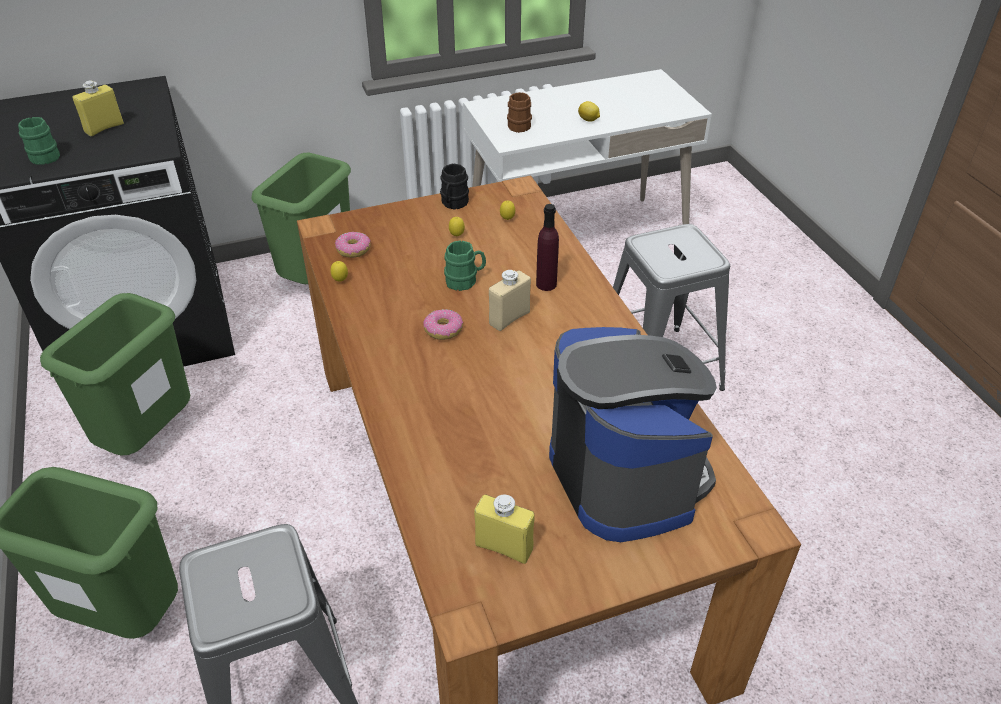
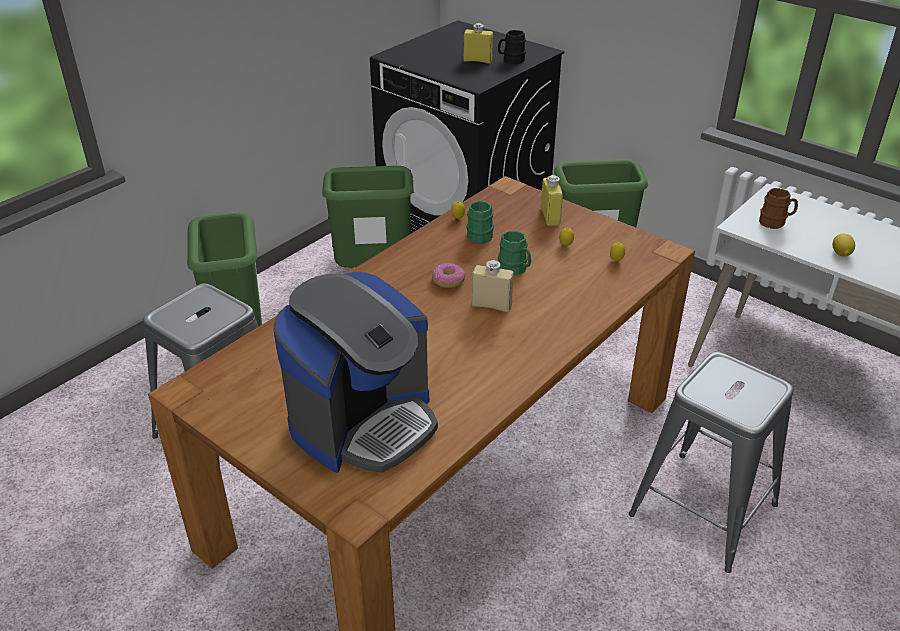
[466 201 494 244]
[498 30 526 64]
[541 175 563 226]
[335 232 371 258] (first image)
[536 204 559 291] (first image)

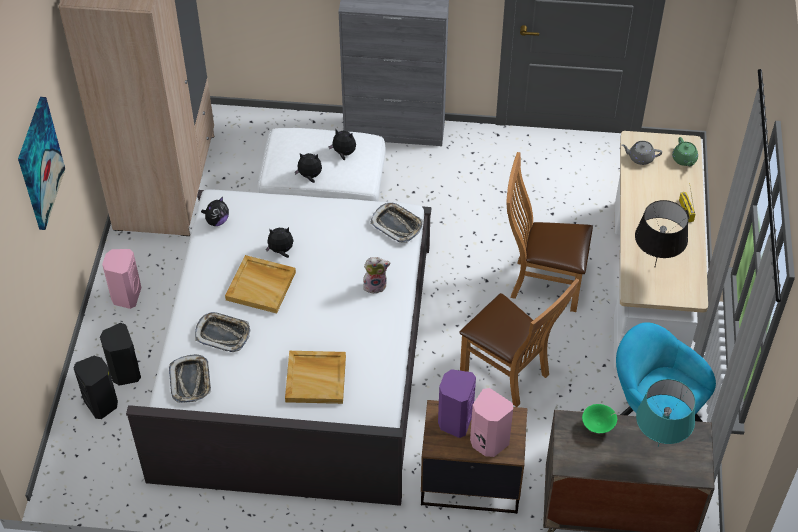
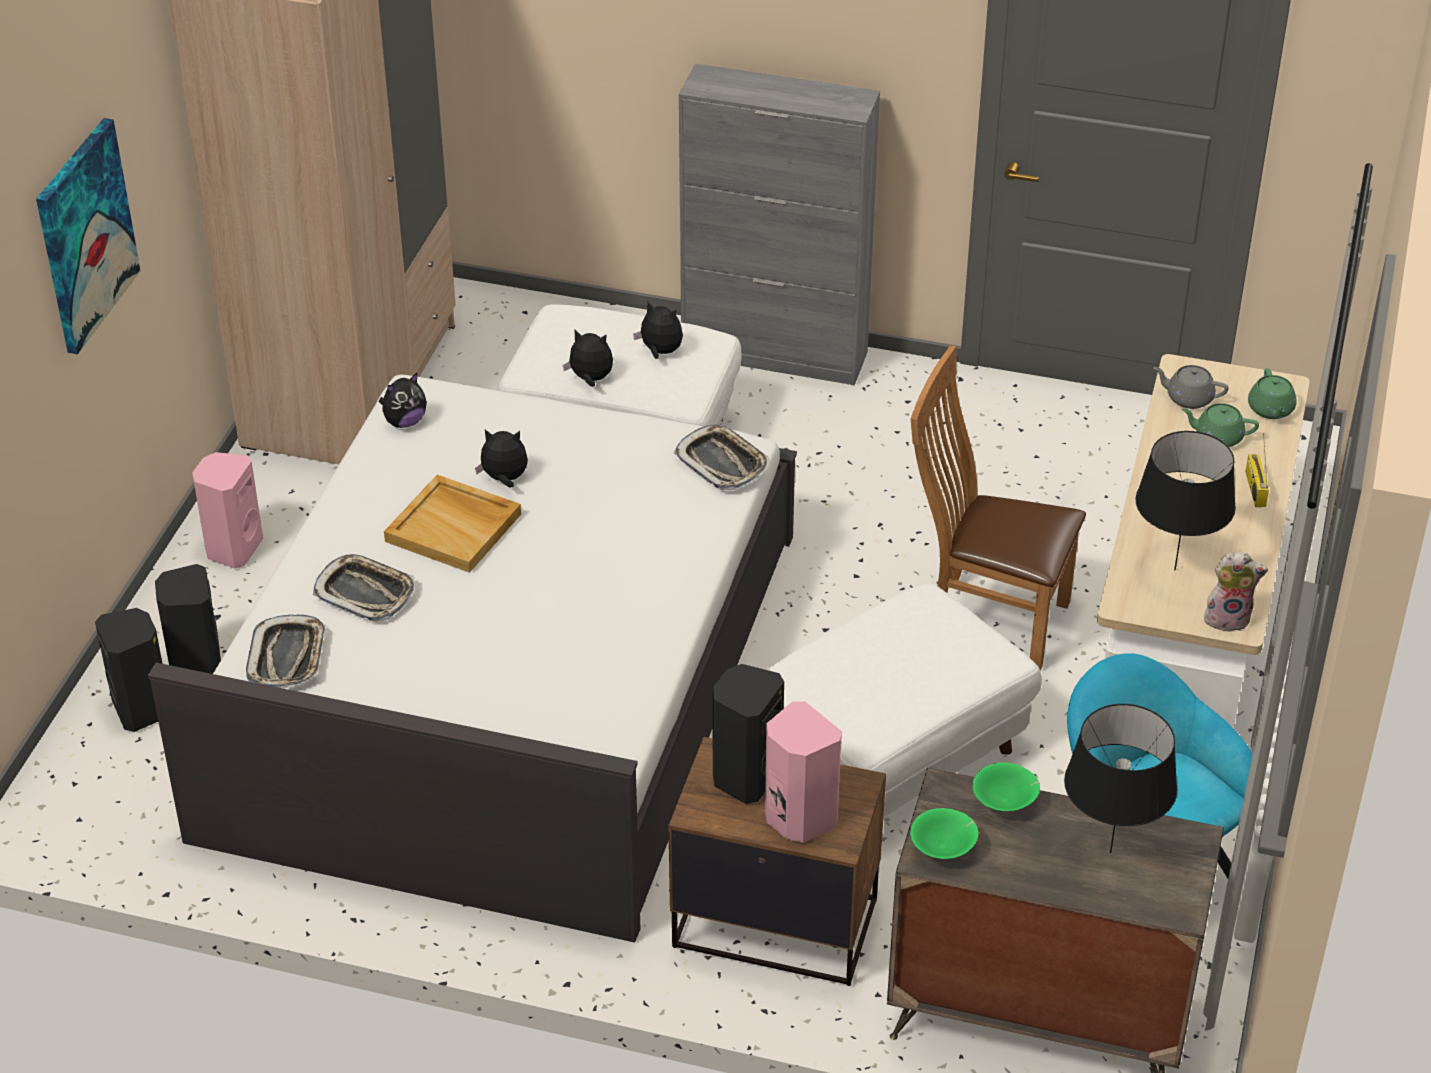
[713 664 784 804]
[767 583 1042 818]
[910 808 979 859]
[1064 704 1177 853]
[1181 403 1259 447]
[1203 552 1268 632]
[285 351 346 404] (first image)

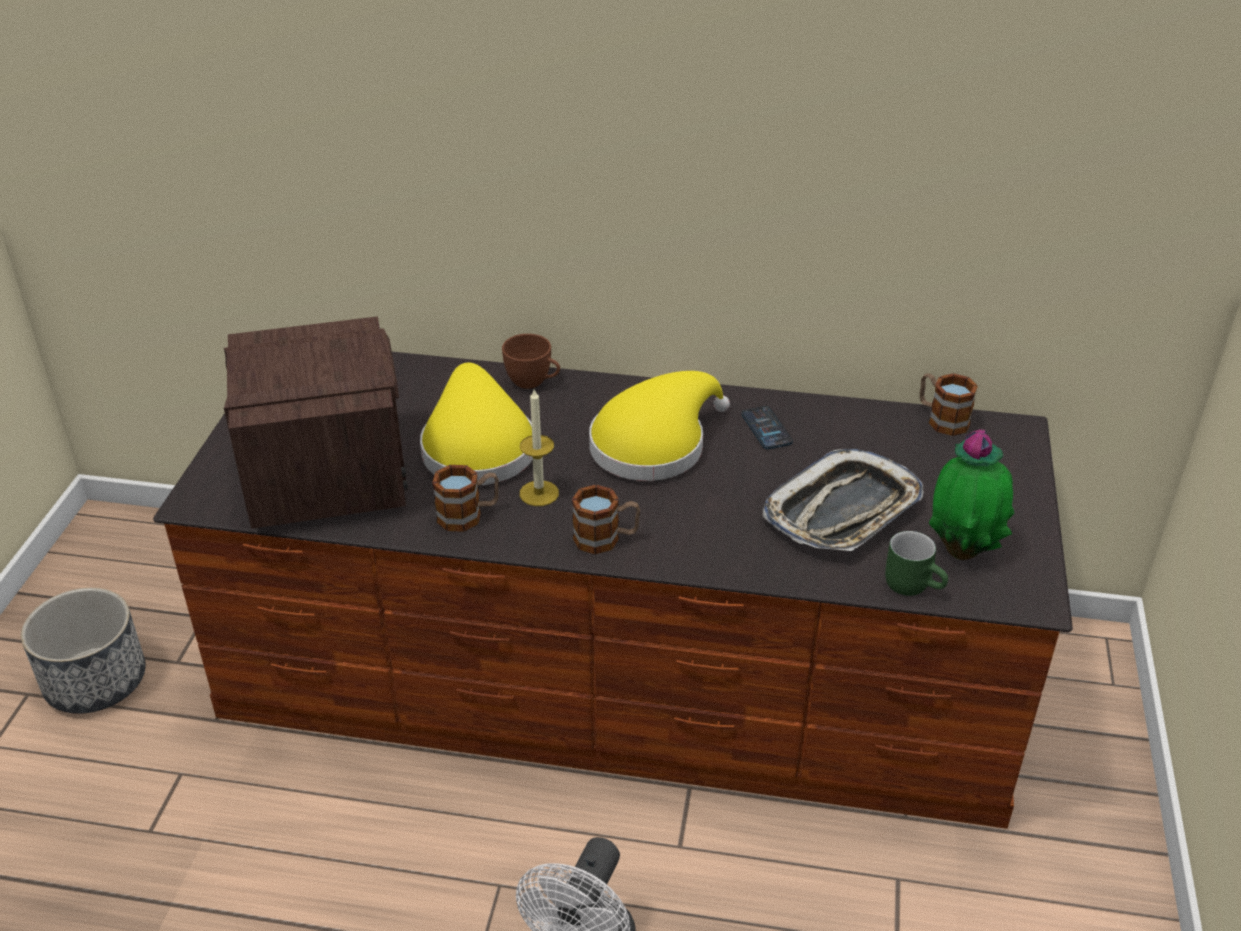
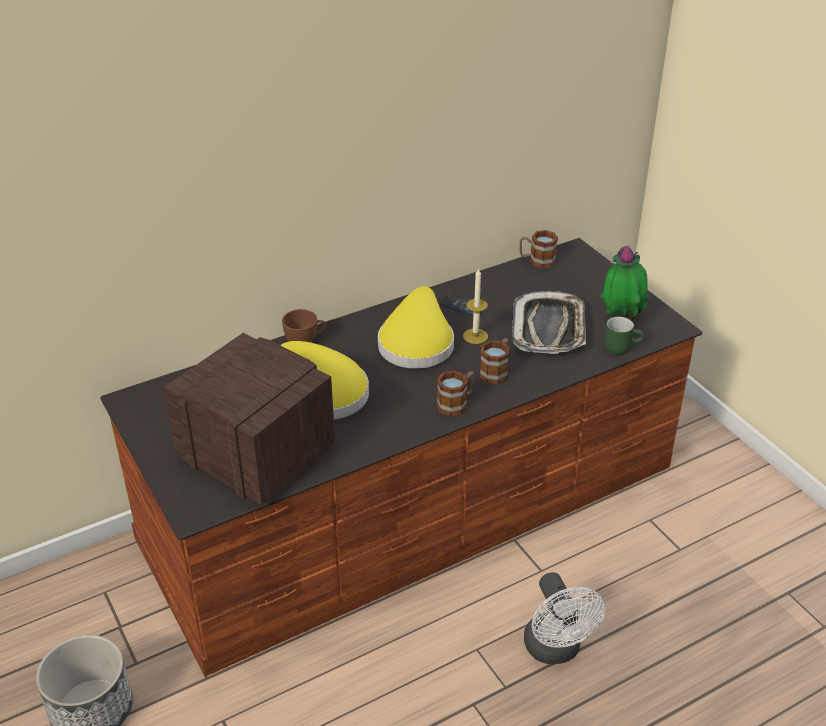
[463 268 488 344]
[479 338 509 384]

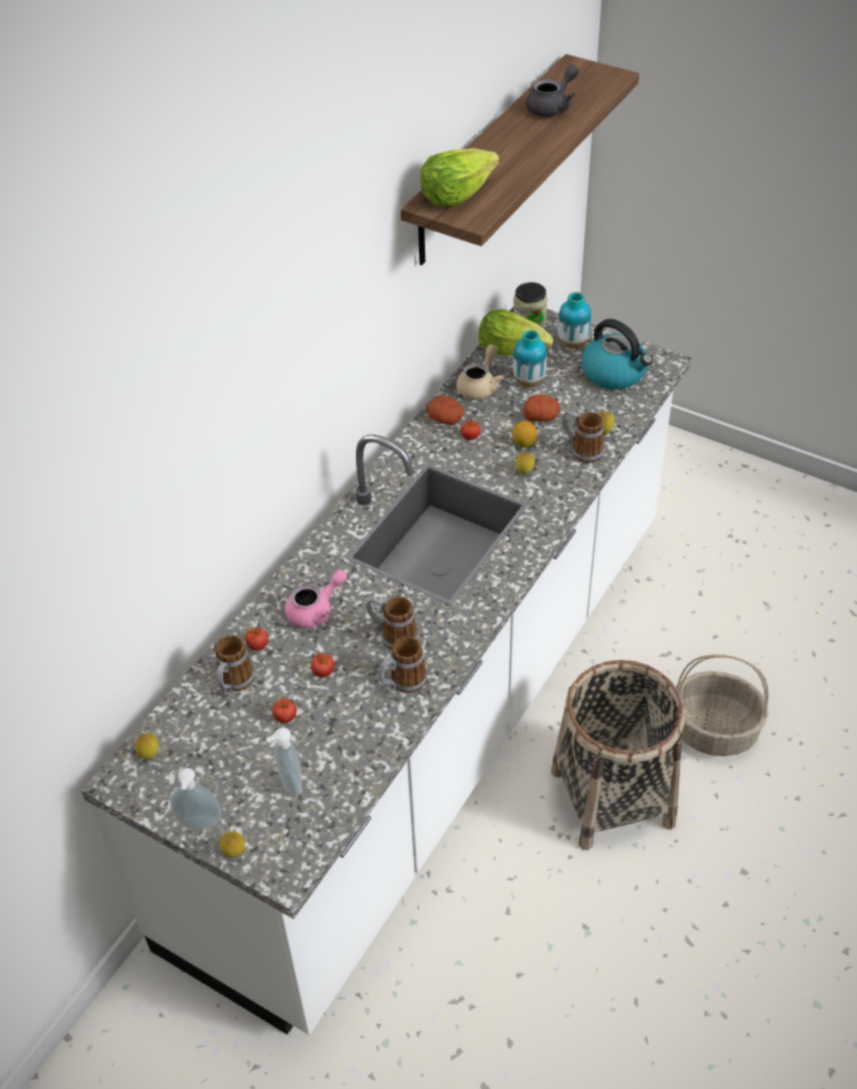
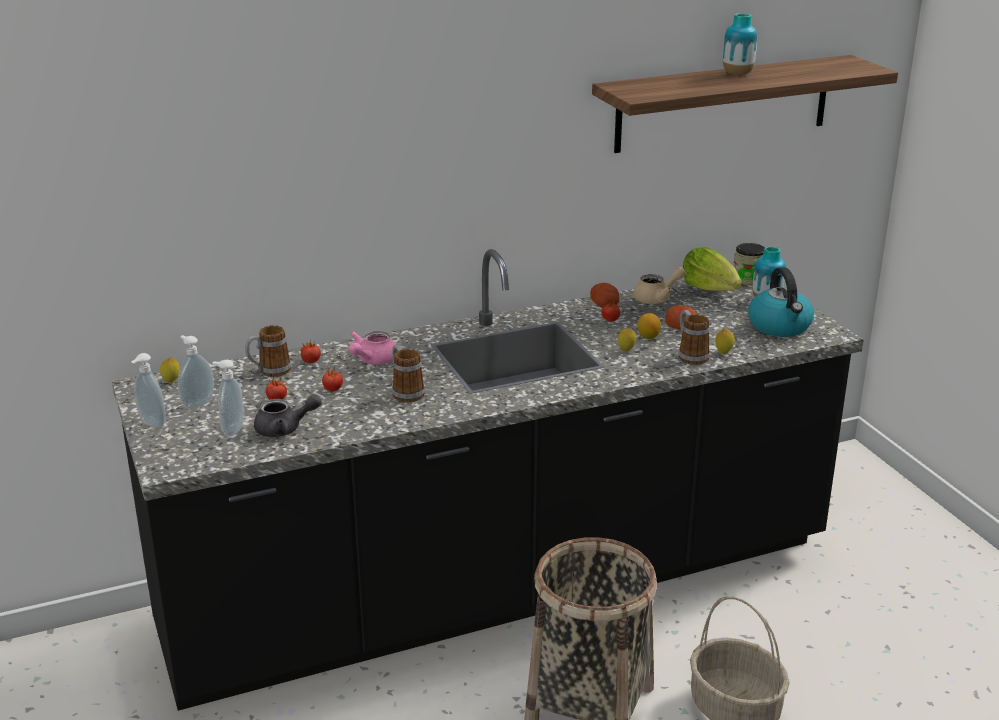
[112 249 864 711]
[178 335 214 410]
[254 395 322 437]
[349 331 396 365]
[723 13 757 75]
[219 831 245 857] (first image)
[379 637 427 693] (first image)
[420 148 499 207] (first image)

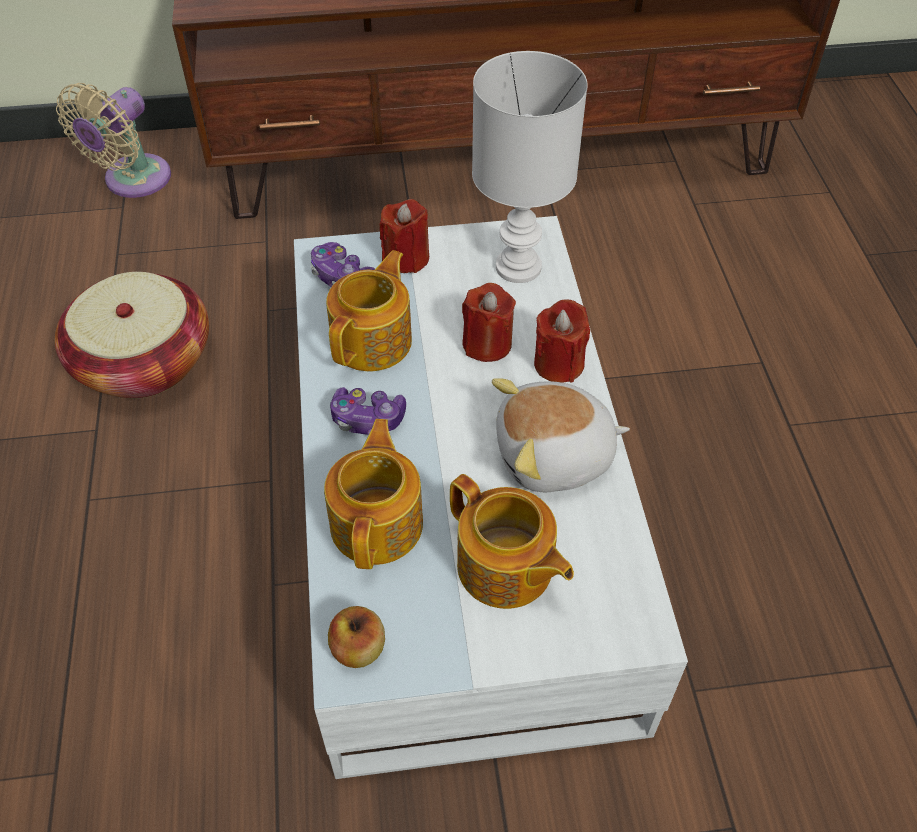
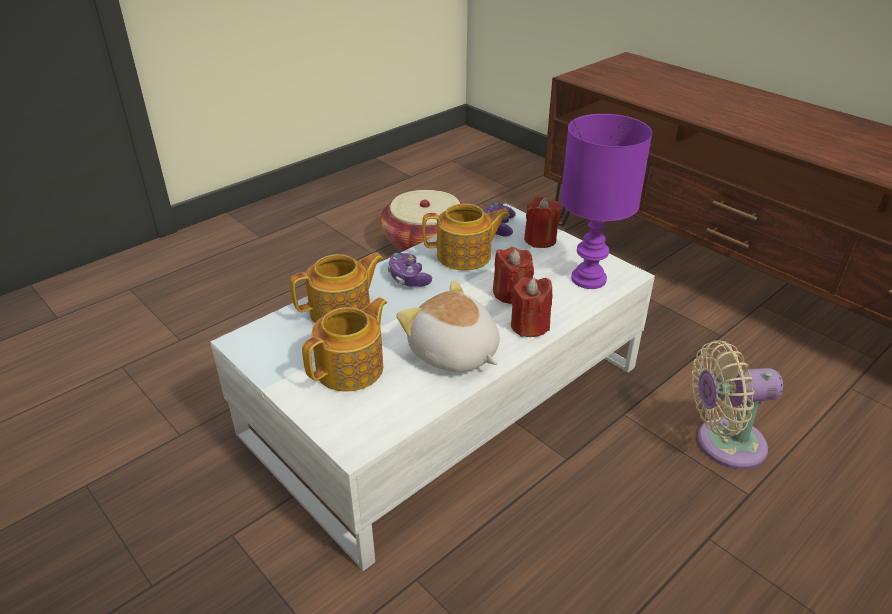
[302 297 387 392]
[561 114 652 289]
[692 340 783 469]
[328 606 385 668] (first image)

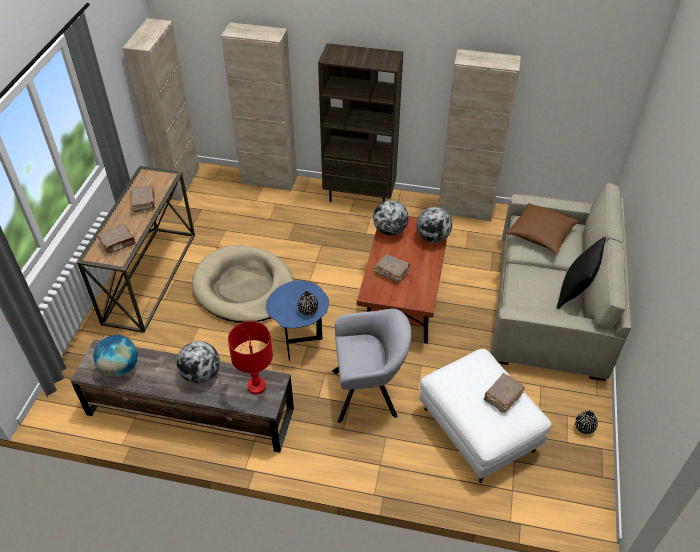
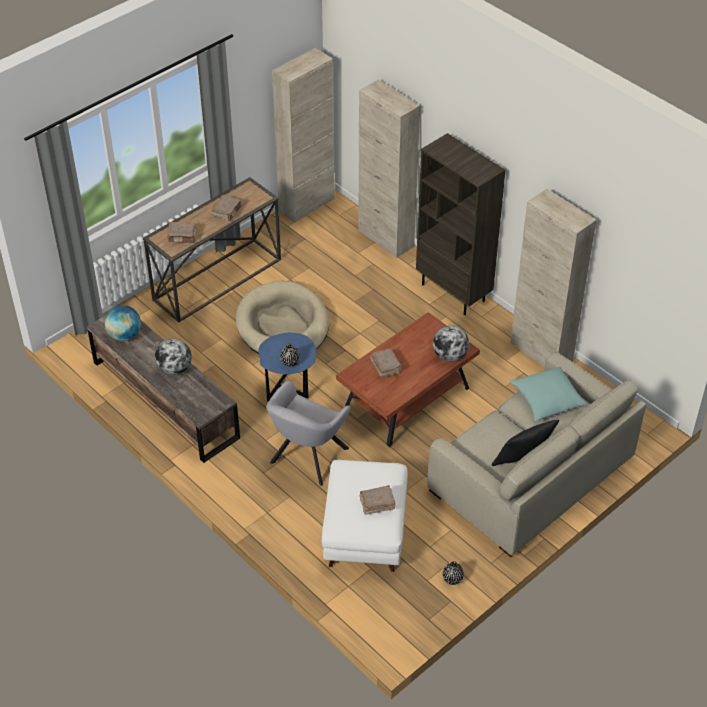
[266 381 350 486]
[509 367 588 422]
[228 321 273 394] (first image)
[373 200 408 236] (first image)

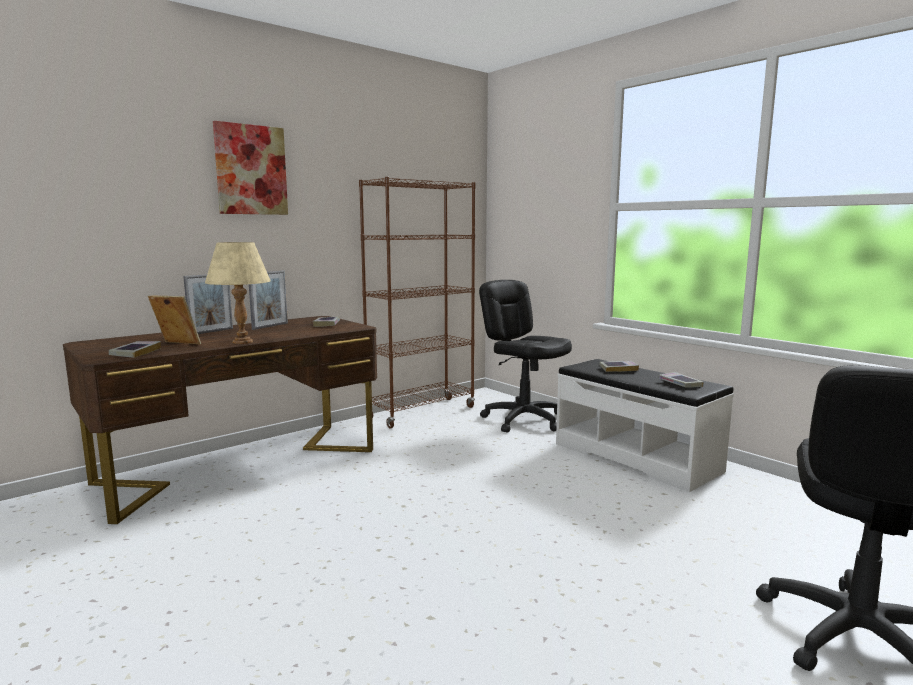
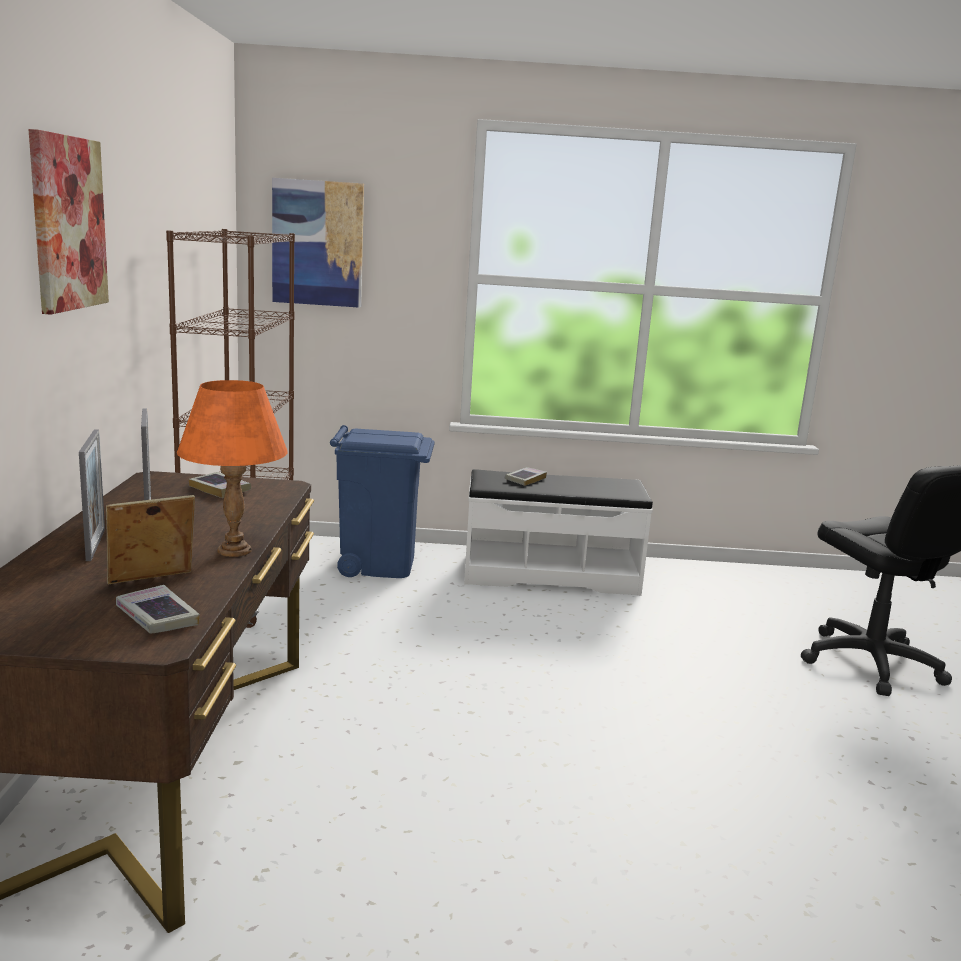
[177 380 288 557]
[272 178 364 308]
[330 425 435 578]
[658 372 704 388] (first image)

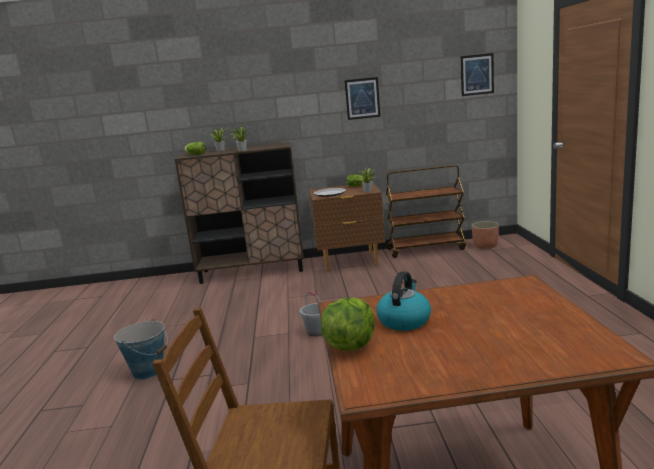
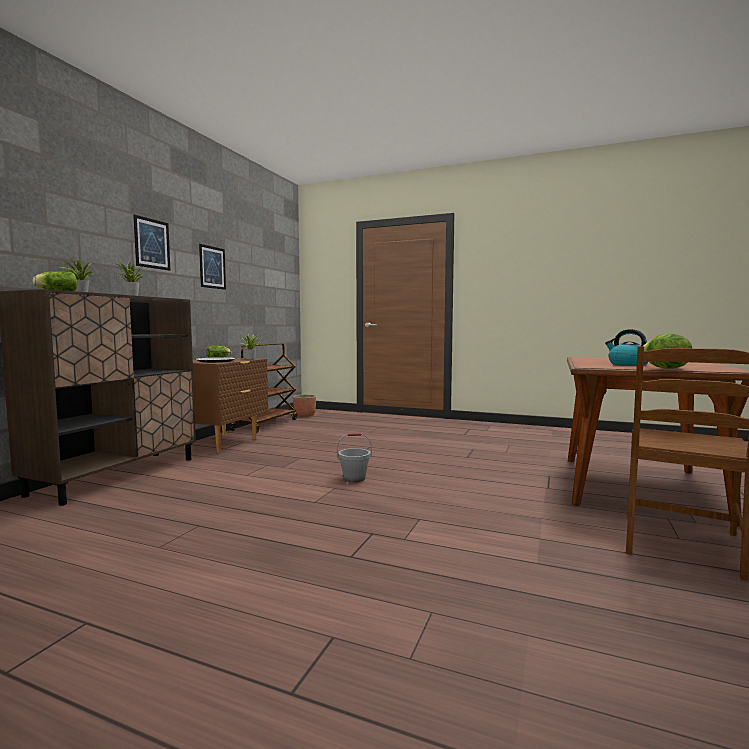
[133 215 170 271]
[114 319 168 380] (first image)

